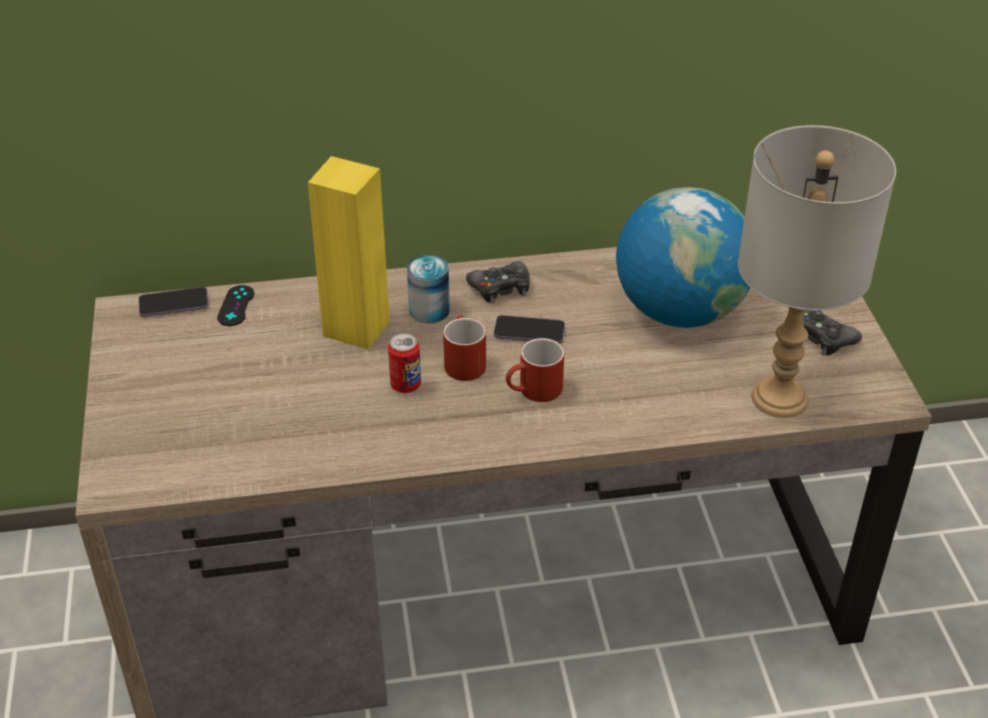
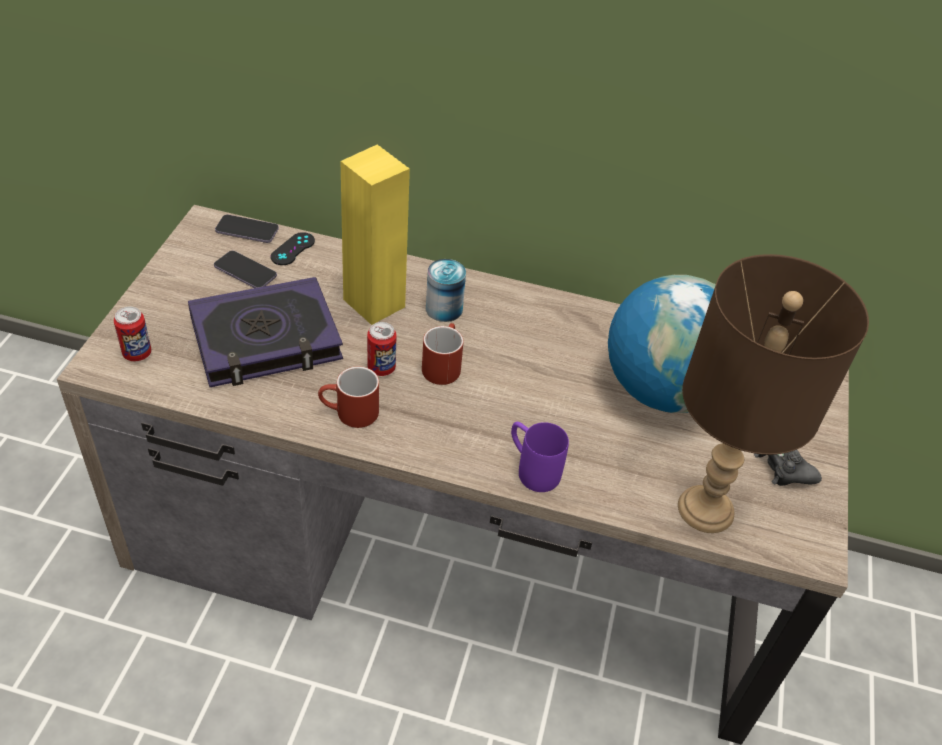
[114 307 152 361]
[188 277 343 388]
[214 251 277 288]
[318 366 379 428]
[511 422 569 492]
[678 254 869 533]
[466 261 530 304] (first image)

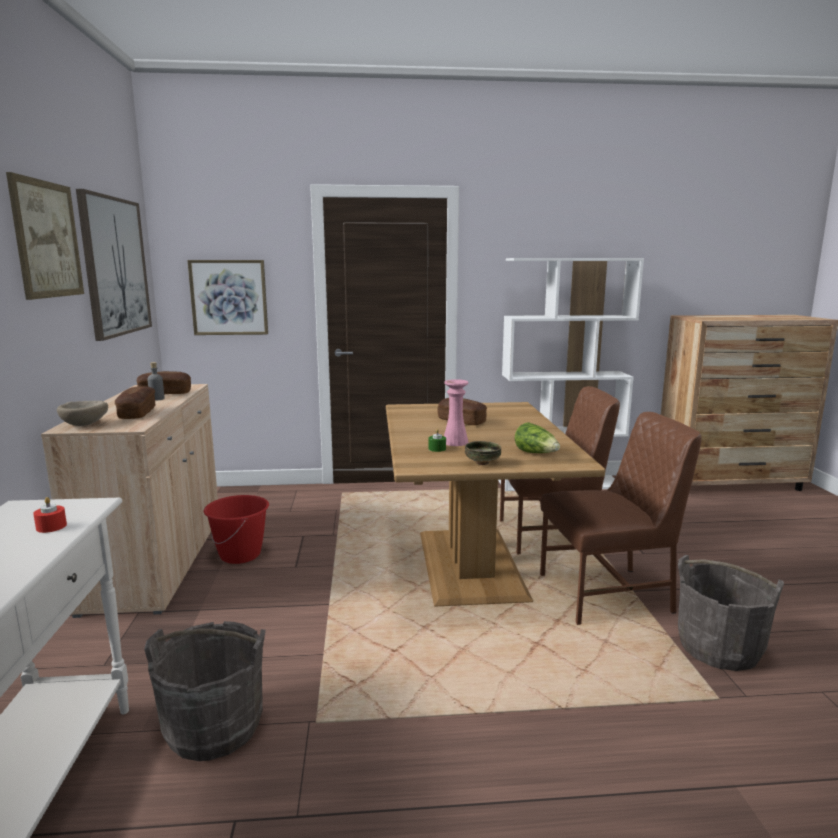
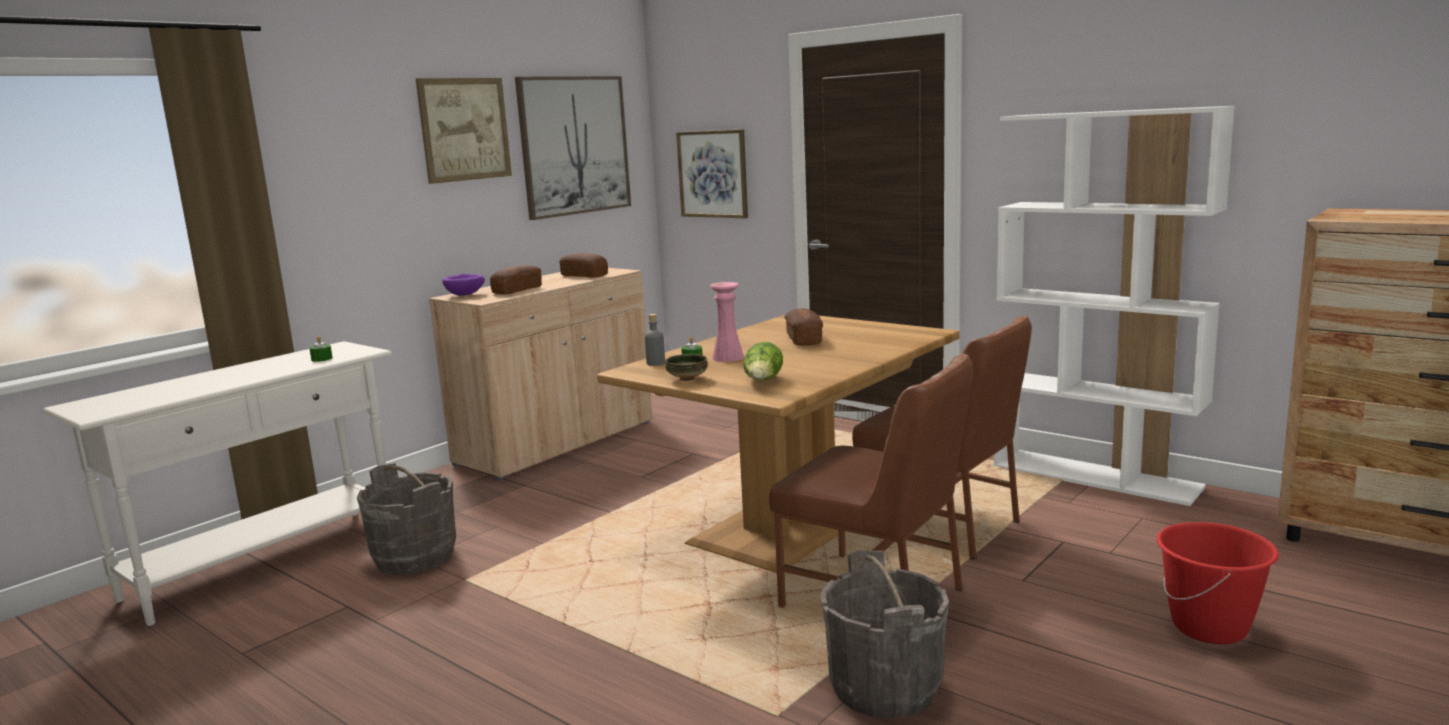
[309 336 333 362]
[442 274 485 296]
[645 314 665 366]
[1156 522 1279 644]

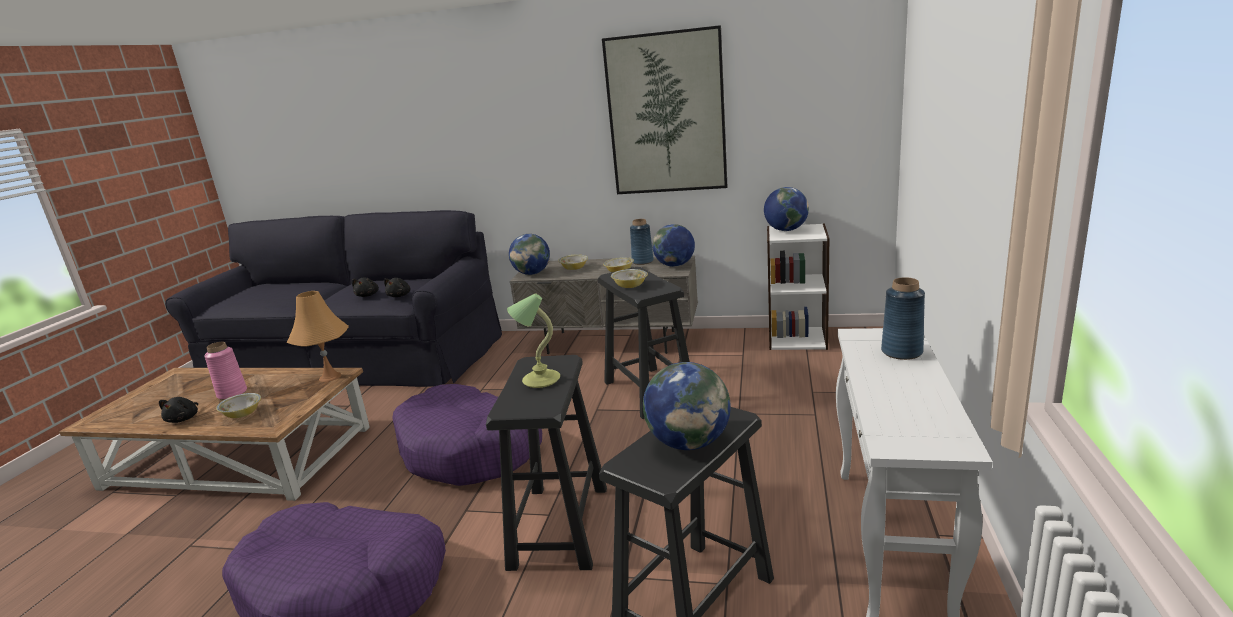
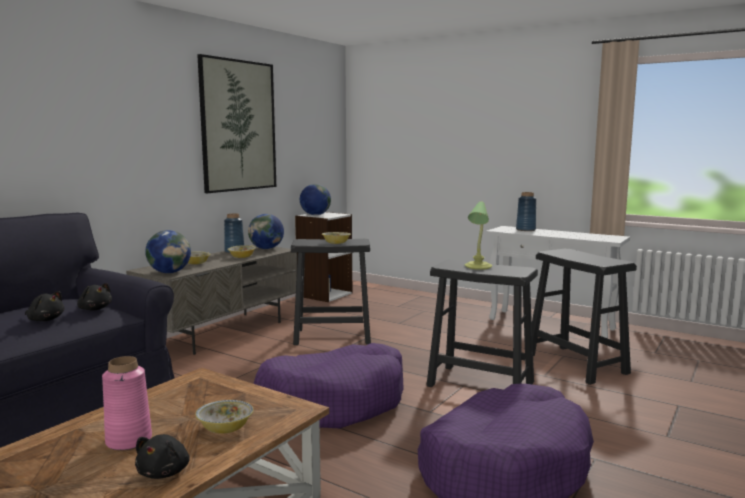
[135 434 190 479]
[287 291 349 382] (first image)
[643 362 731 450] (first image)

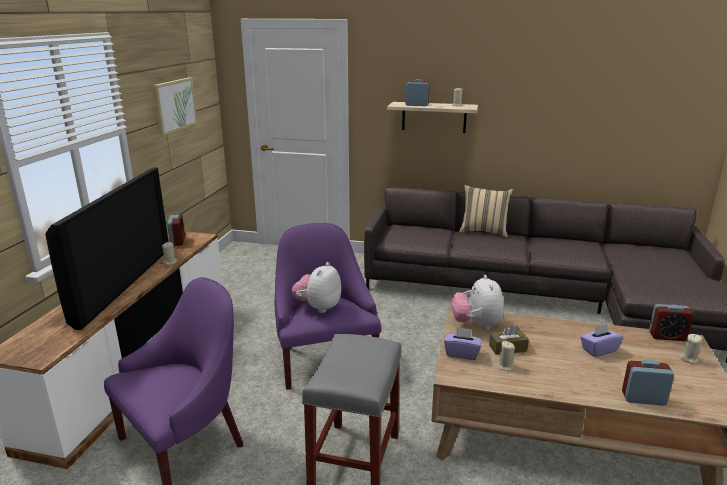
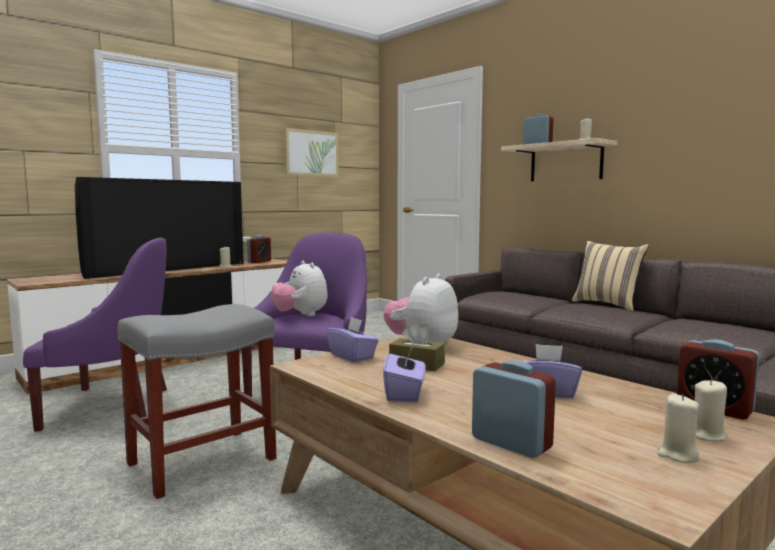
[271 261 328 317]
[383 346 426 402]
[657 394 699 463]

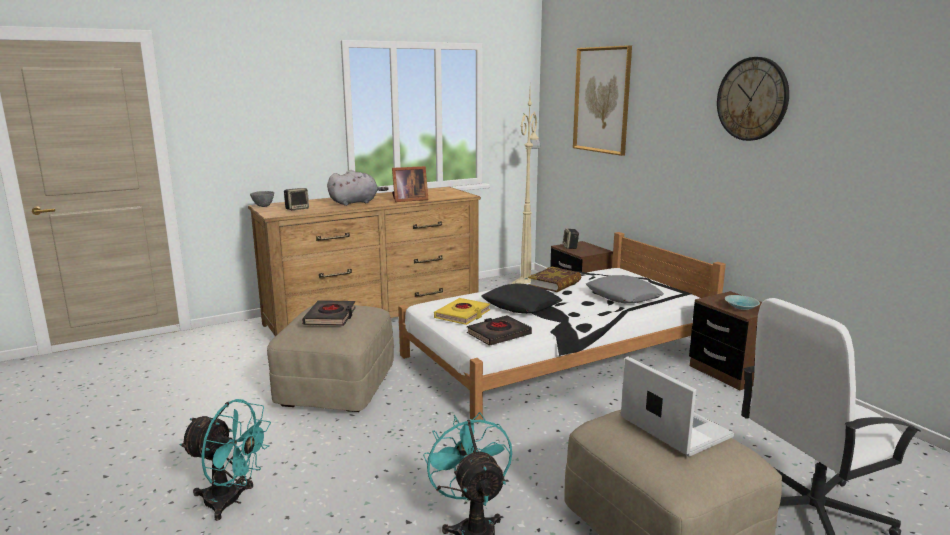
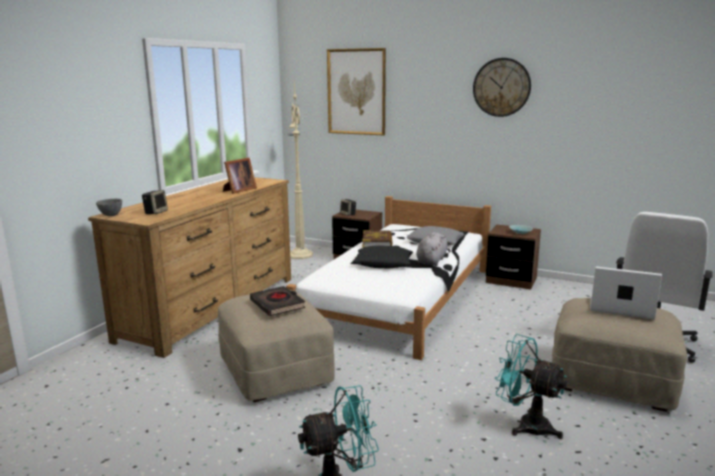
[416 232 449 266]
[434 298 490 325] (first image)
[467 315 532 346] (first image)

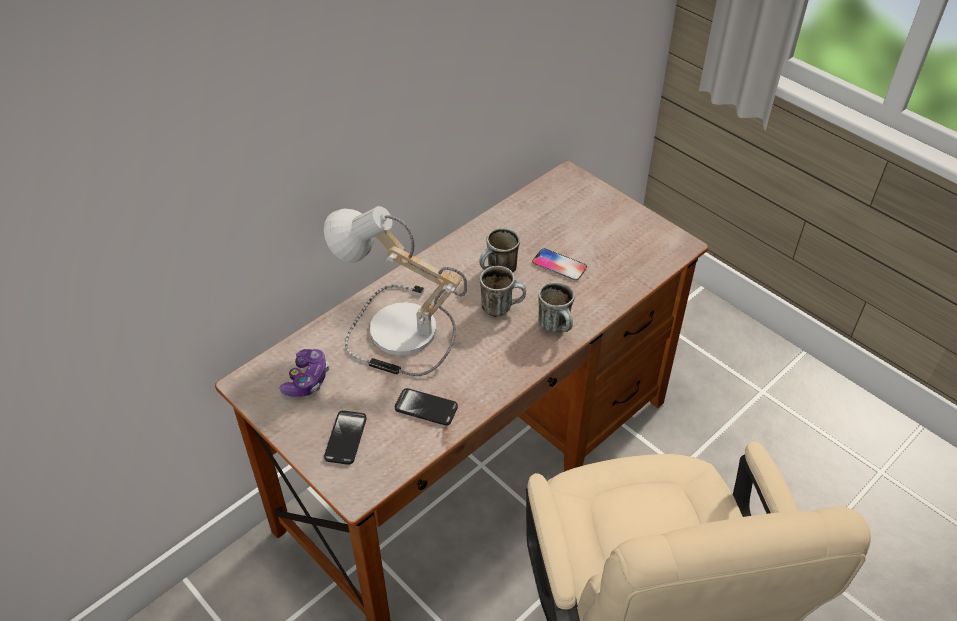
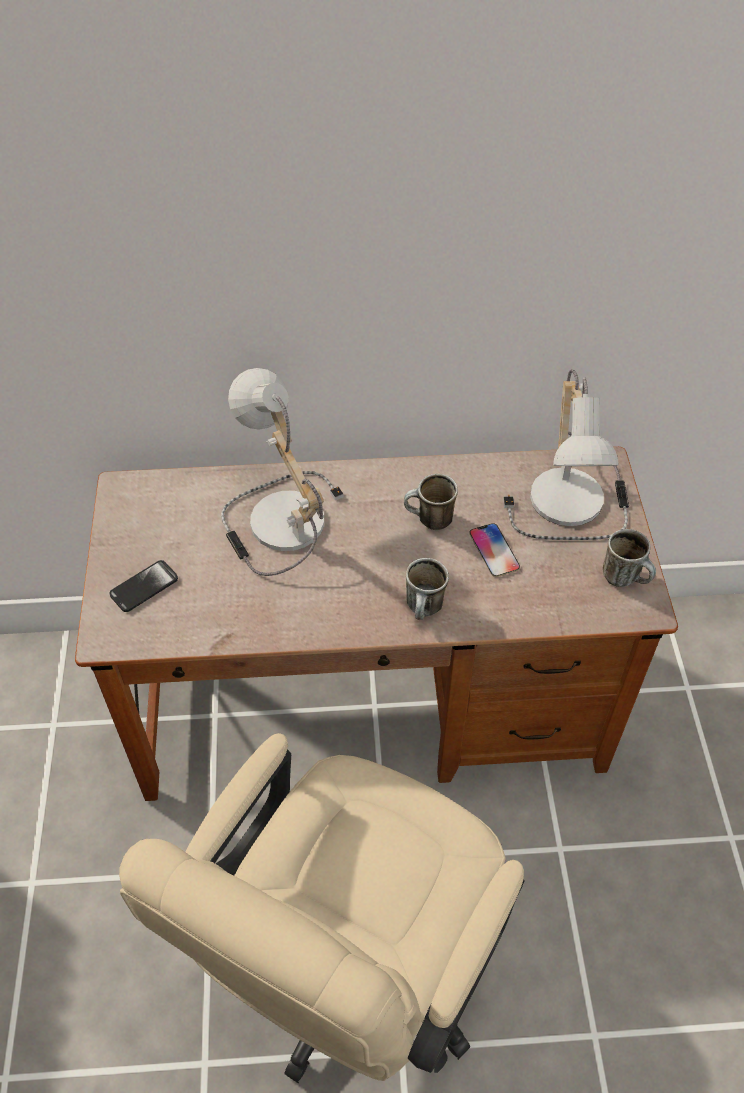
[503 369 629 540]
[603 529 656 587]
[280 349 329 397] (first image)
[395 388 458 425] (first image)

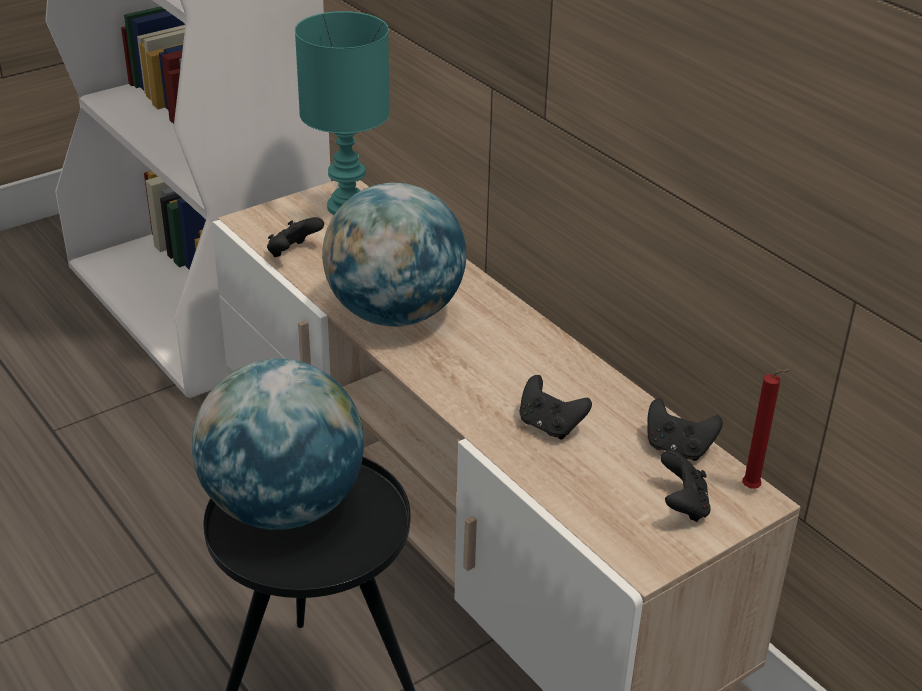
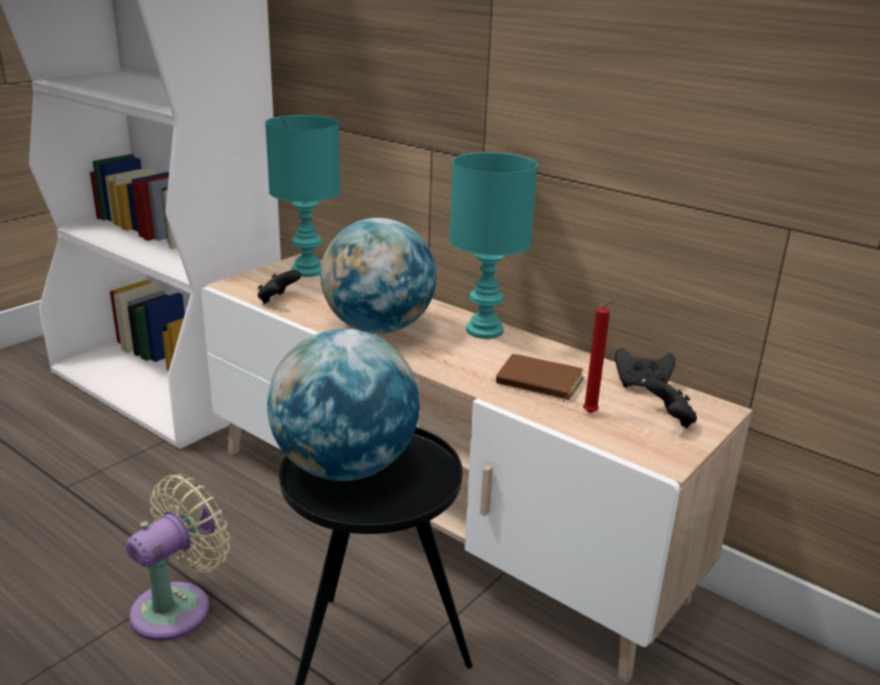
[126 474 230 641]
[449 152 538 339]
[496 354 584 402]
[583 299 619 413]

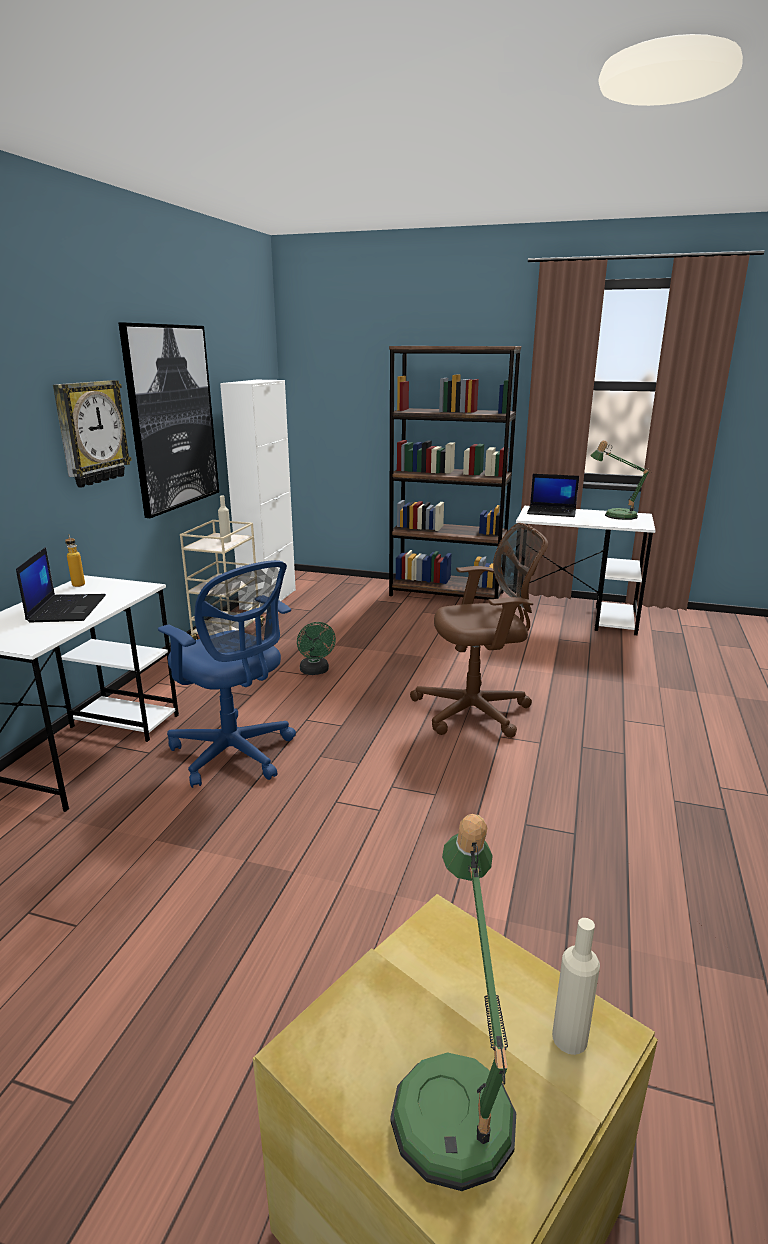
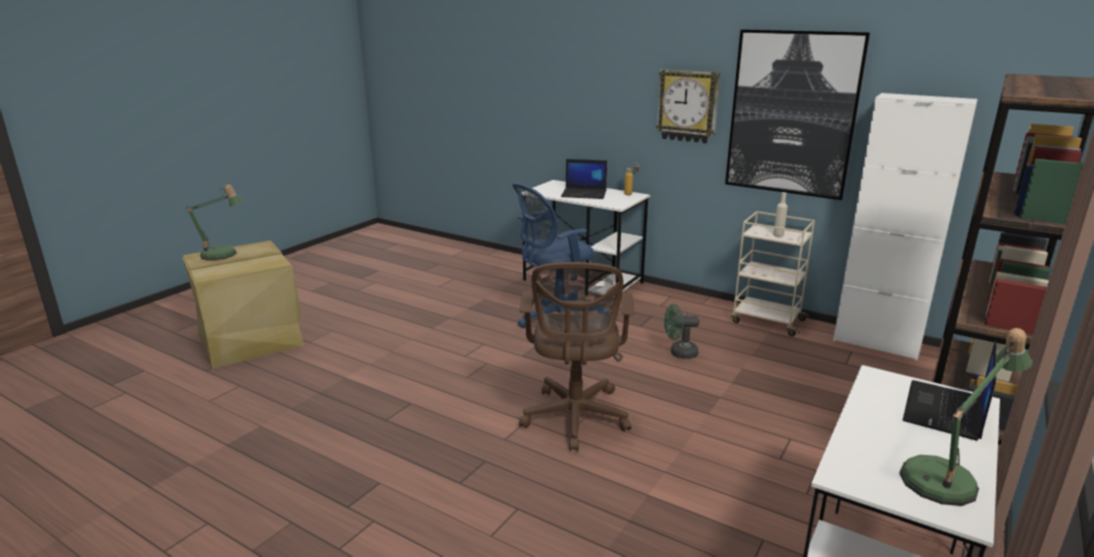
[552 918 600 1055] (first image)

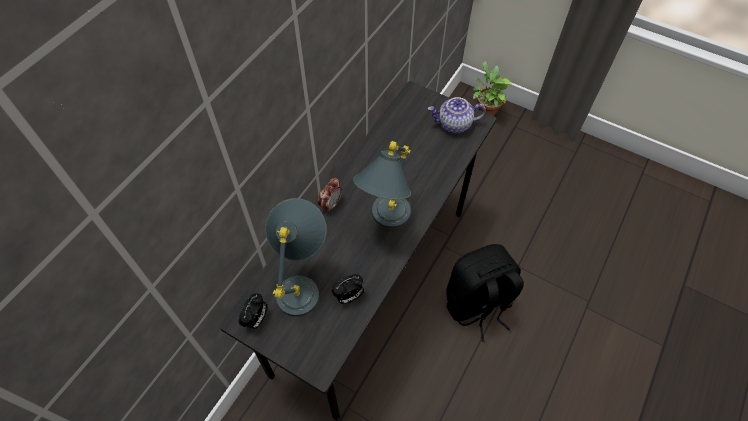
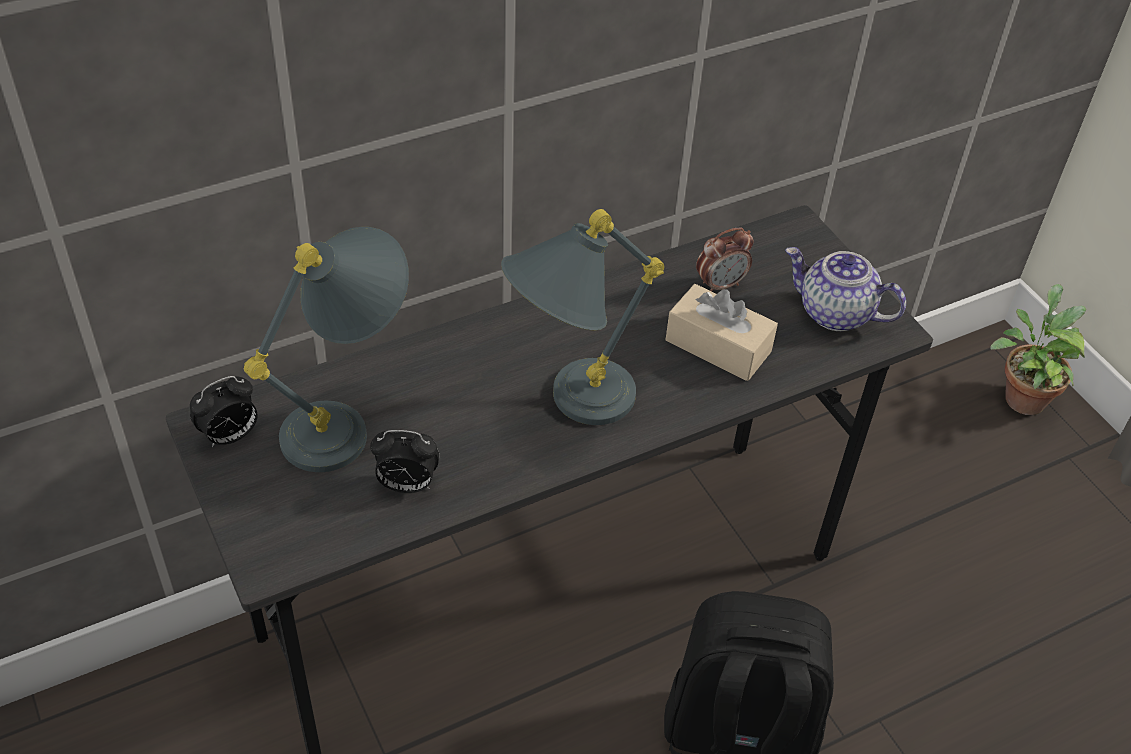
[665 284 778 381]
[696 227 754 291]

